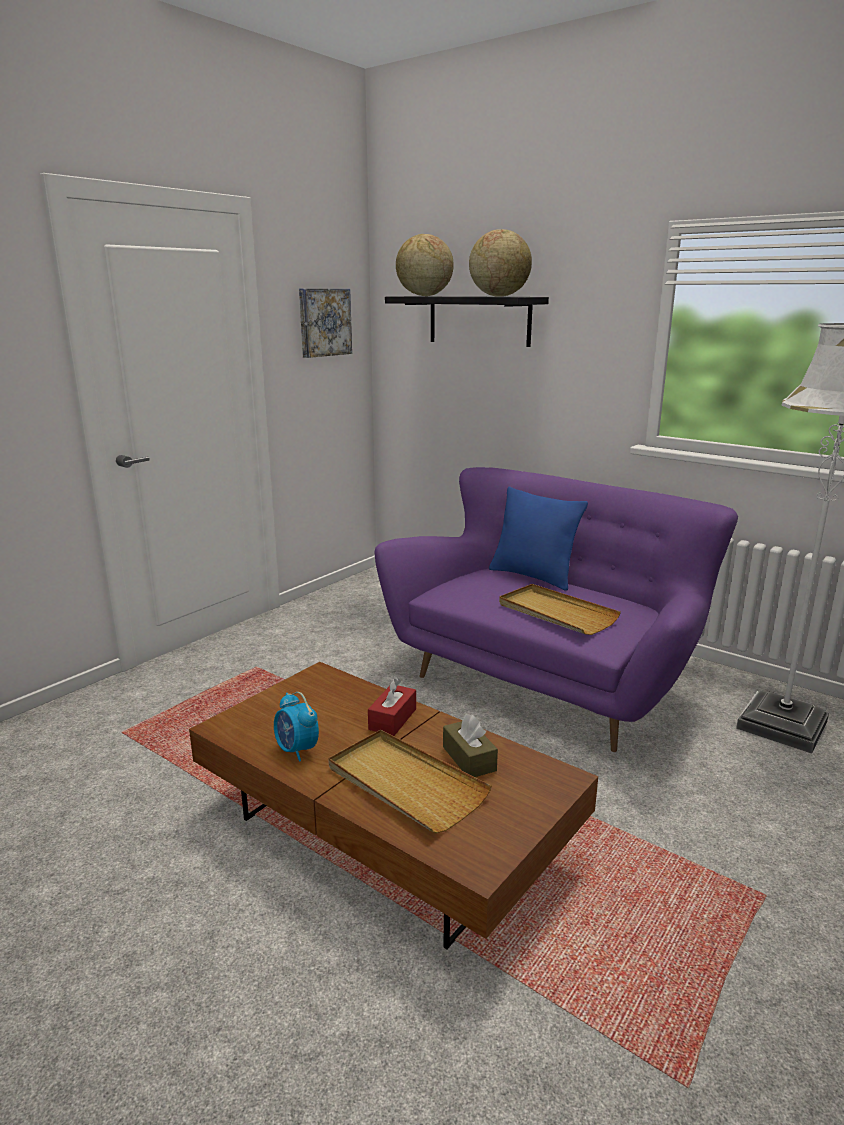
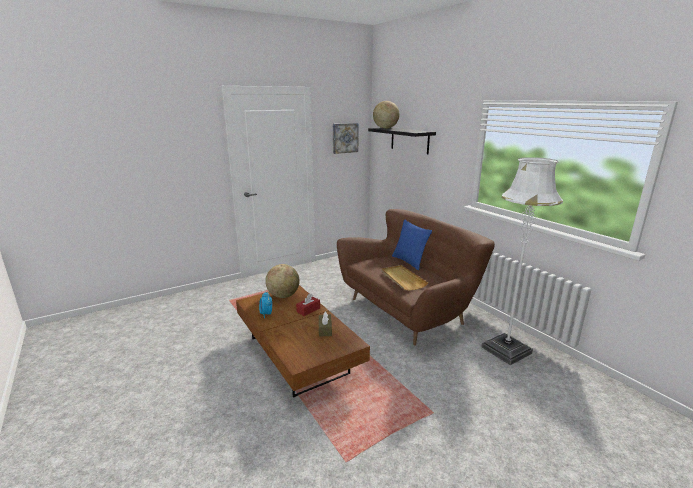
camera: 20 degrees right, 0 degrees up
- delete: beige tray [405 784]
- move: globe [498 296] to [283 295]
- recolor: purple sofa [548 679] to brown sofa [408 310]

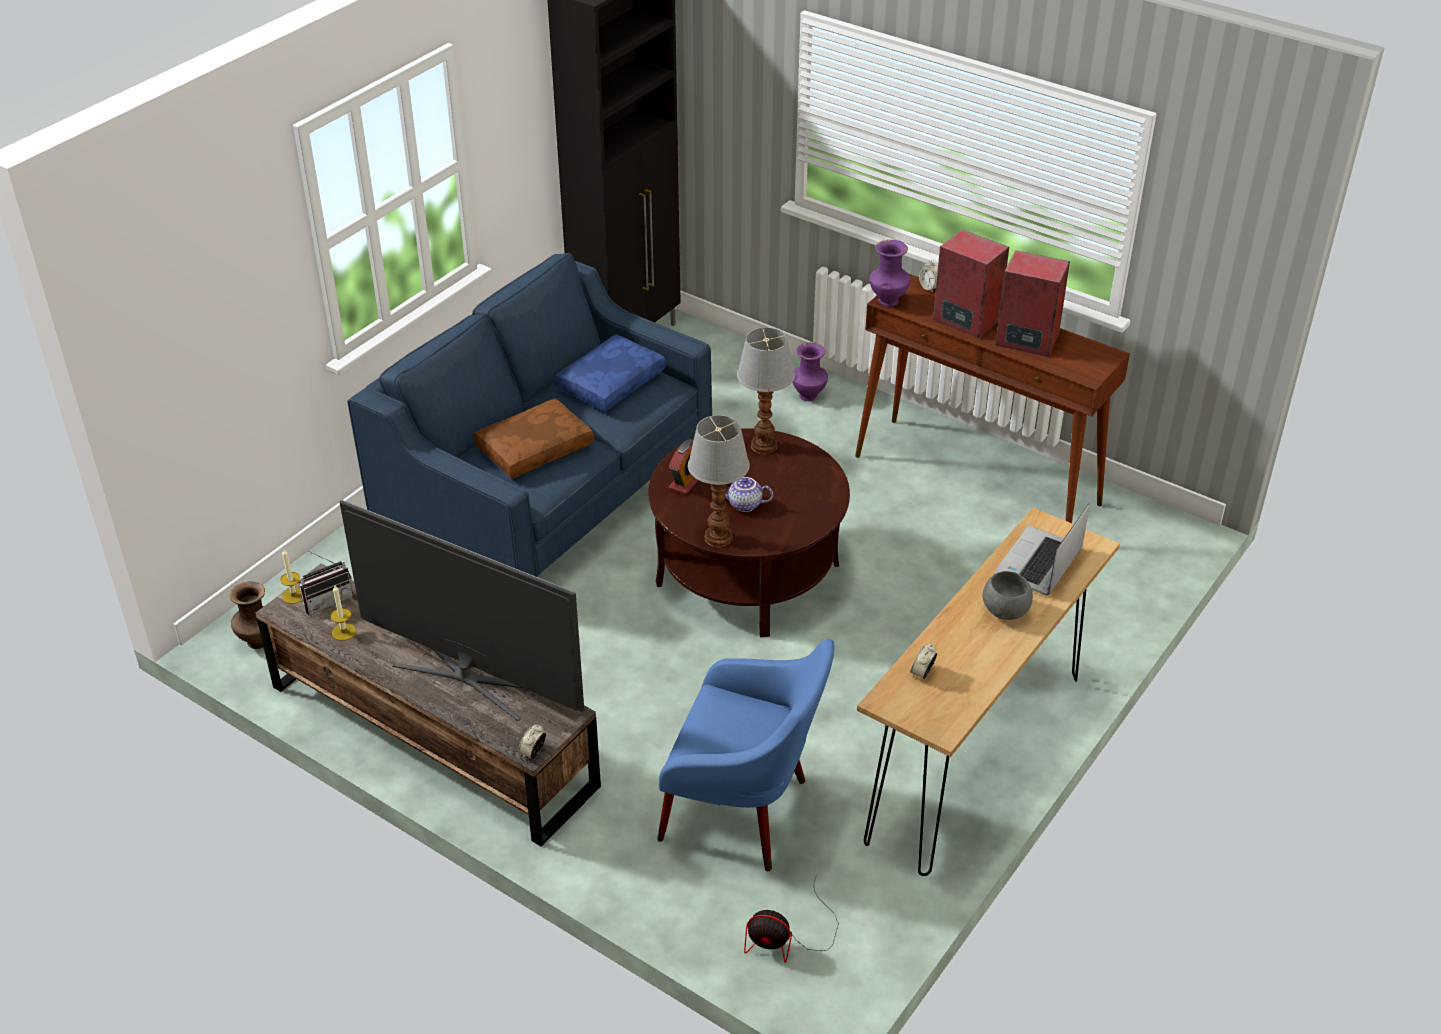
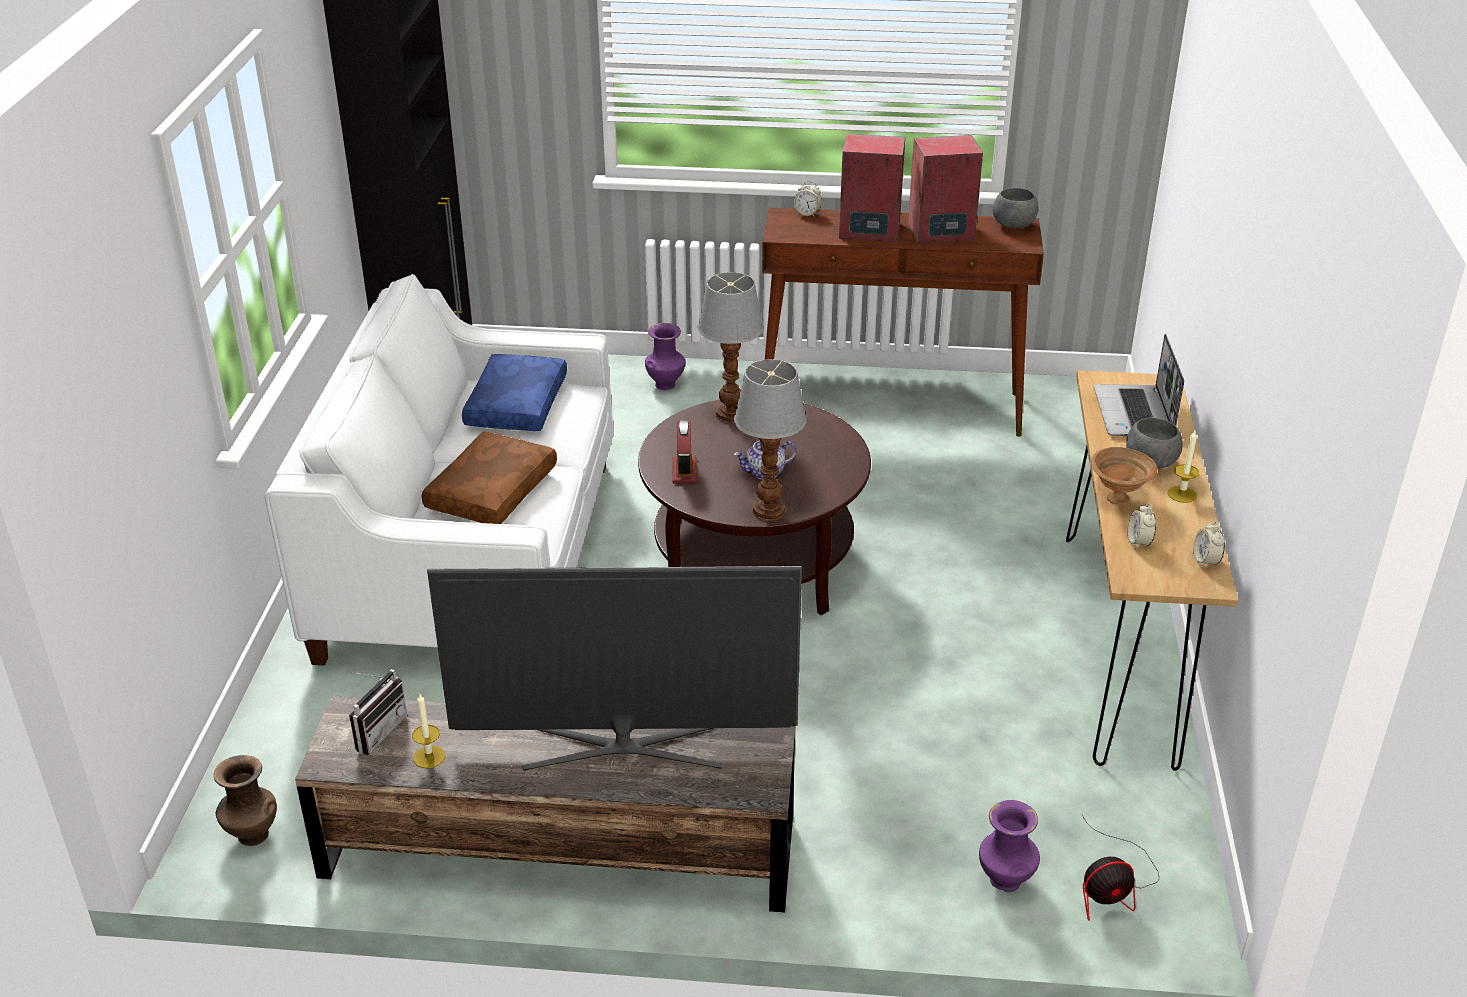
camera: 30 degrees left, 5 degrees down
- delete: blue armchair [744 813]
- insert: grey bowl [1014 226]
- insert: brown bowl [1118 498]
- move: candle [294 595] to [1182 494]
- move: alarm clock [533 753] to [1205 561]
- move: purple vase [888 302] to [1006 882]
- recolor: blue sofa [546 492] to white sofa [471 558]

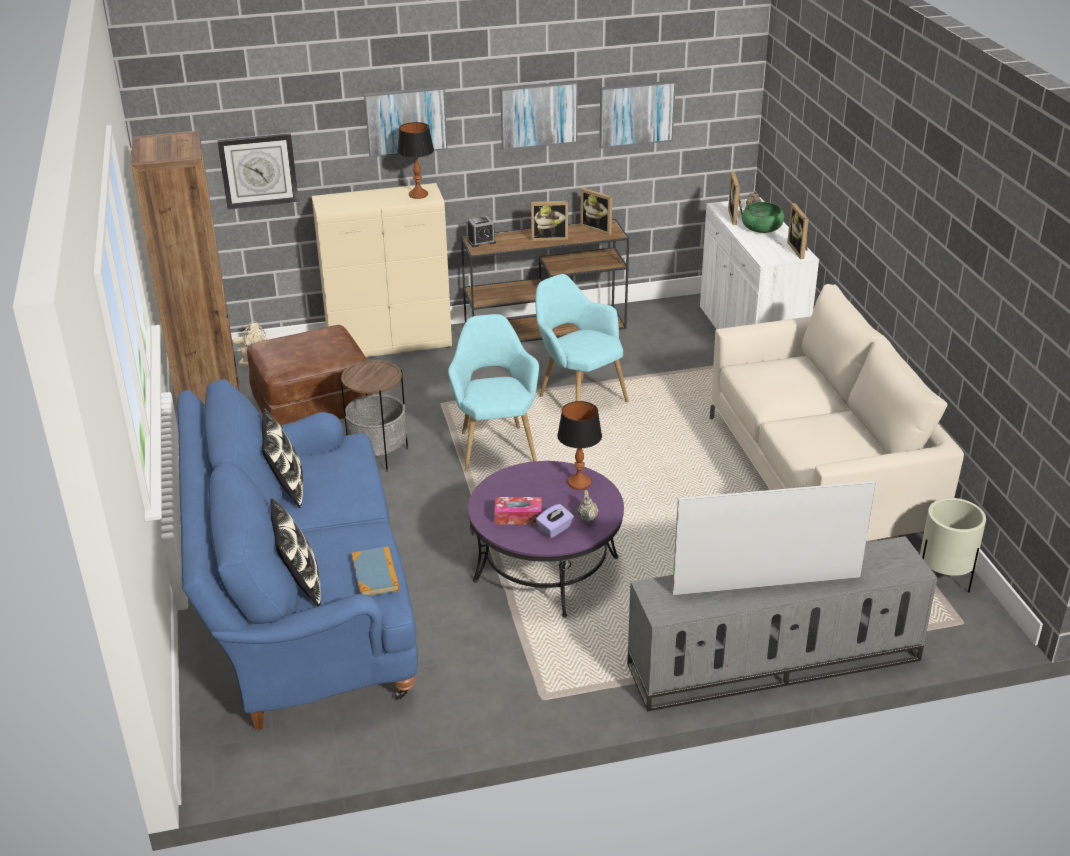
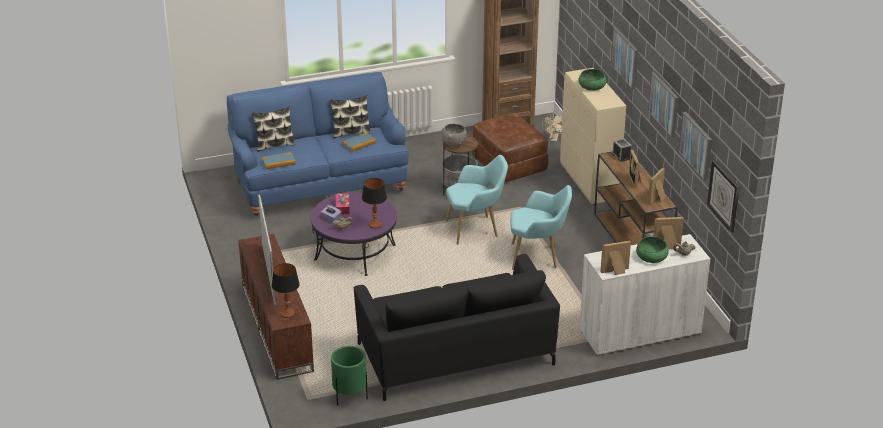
camera: 85 degrees right, 0 degrees up
- insert: book [359 143]
- insert: grey bowl [454 143]
- insert: green bowl [592 86]
- move: wall clock [258 170] to [724 195]
- move: table lamp [418 194] to [287 313]
- recolor: grey tv stand [773 663] to brown tv stand [275 327]
- recolor: beige sofa [819 477] to black sofa [455 354]
- recolor: beige planter [944 579] to green planter [349 397]
- rotate: turquoise armchair [578 397] = [538 257] 45 degrees clockwise

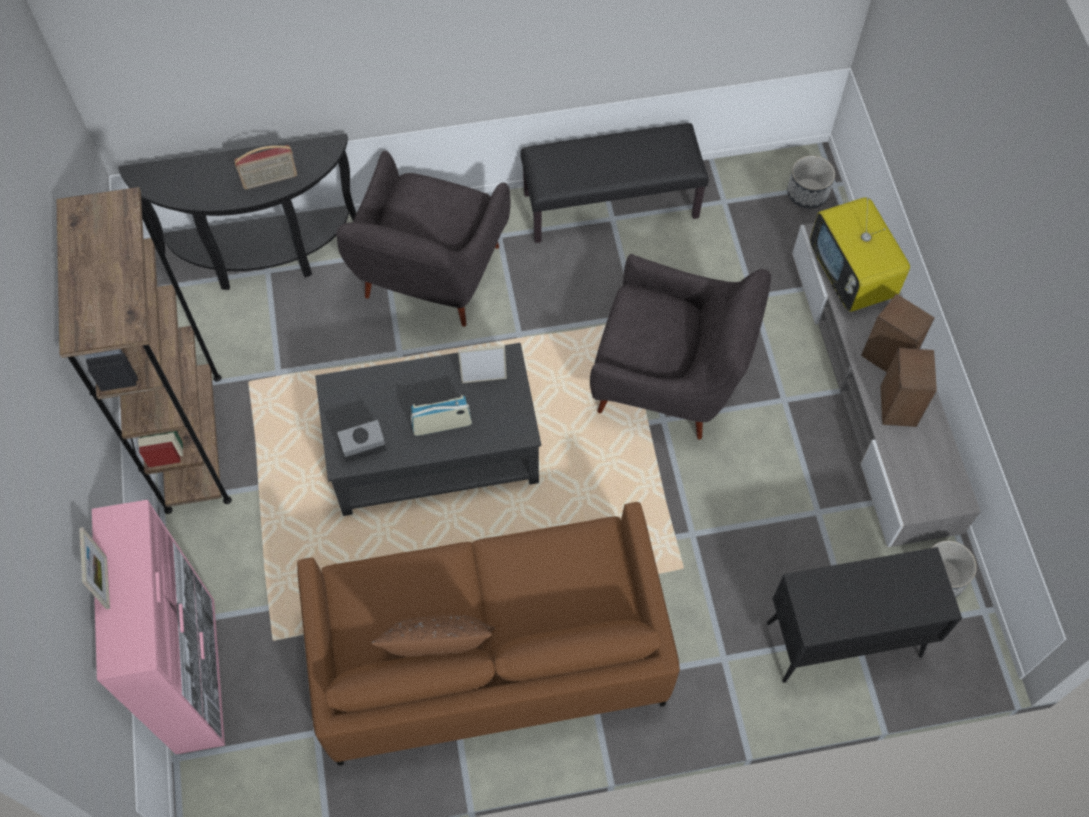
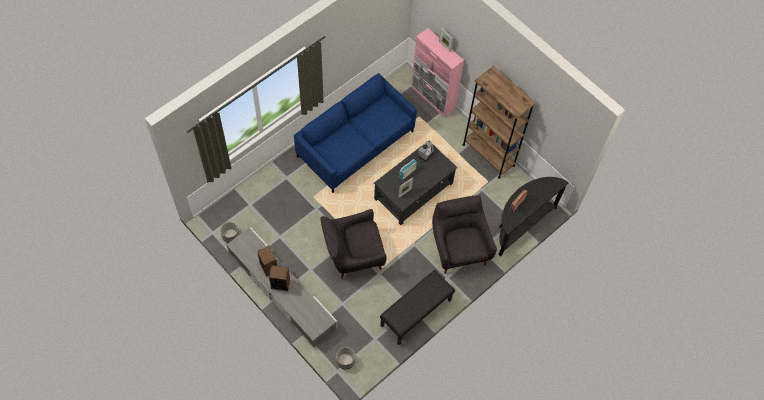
camera: 145 degrees right, 0 degrees up
- delete: brown pillow [439 651]
- delete: black cabinet [842 640]
- delete: television [851 277]
- recolor: brown sofa [489 653] to blue sofa [356 144]

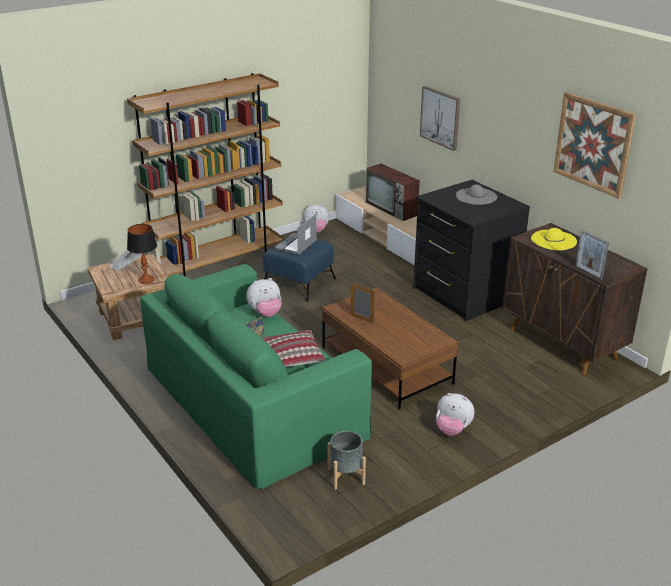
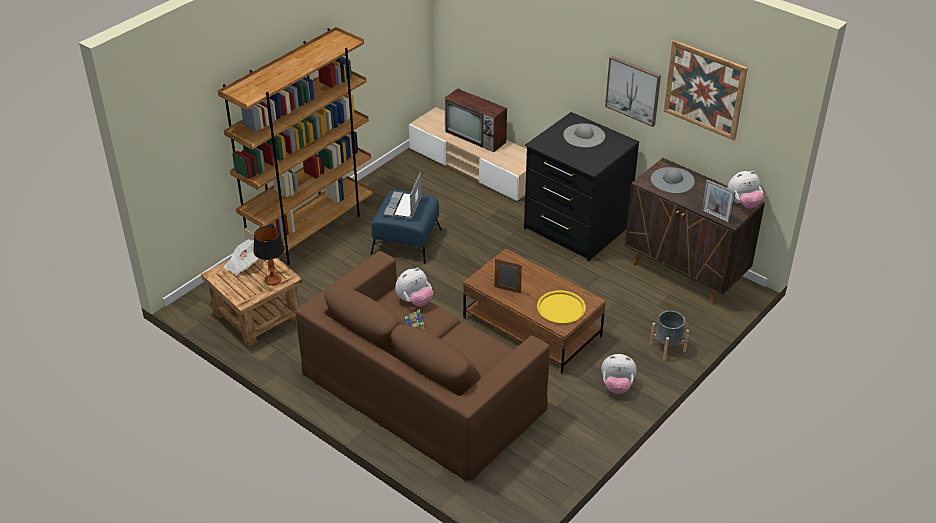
camera: 15 degrees left, 10 degrees up
- delete: pillow [291 357]
- insert: yellow tray [561 308]
- move: plush toy [316 231] to [743 203]
- move: grey planter [346 476] to [667 347]
- move: picture [440 117] to [633 90]
- recolor: green sofa [252 400] to brown sofa [422 390]
- recolor: yellow hat [553 240] to grey hat [672 180]

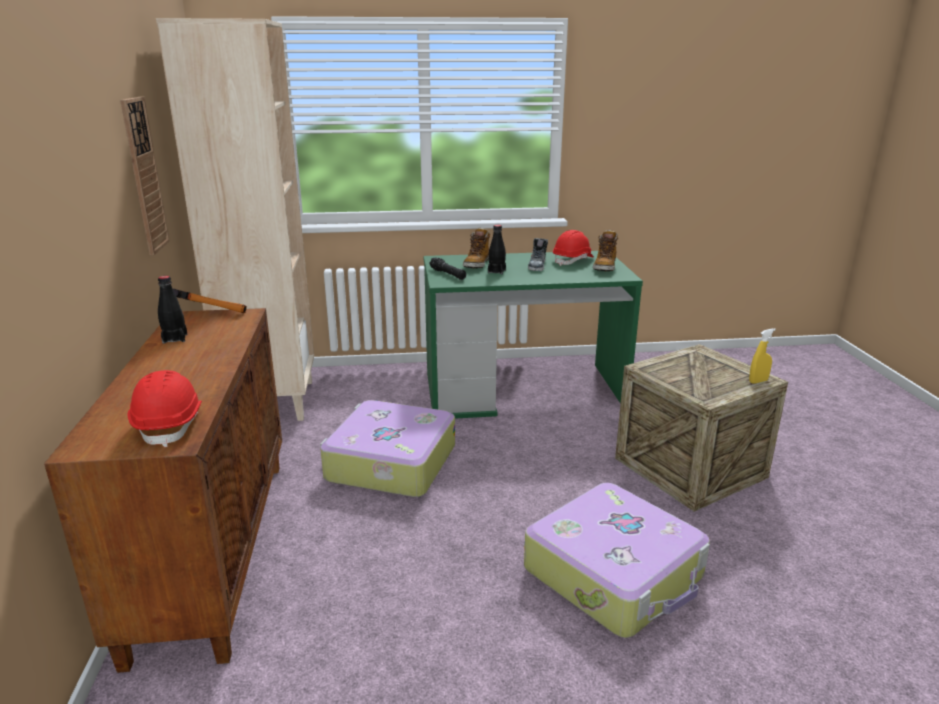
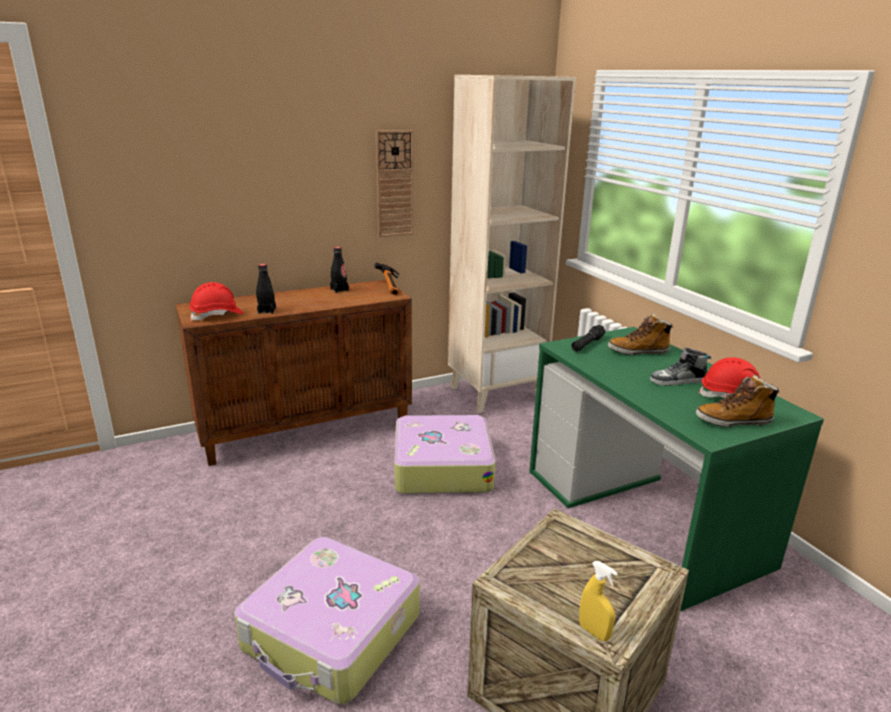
camera: 70 degrees right, 0 degrees up
- move: black bottle [496 271] to [267 311]

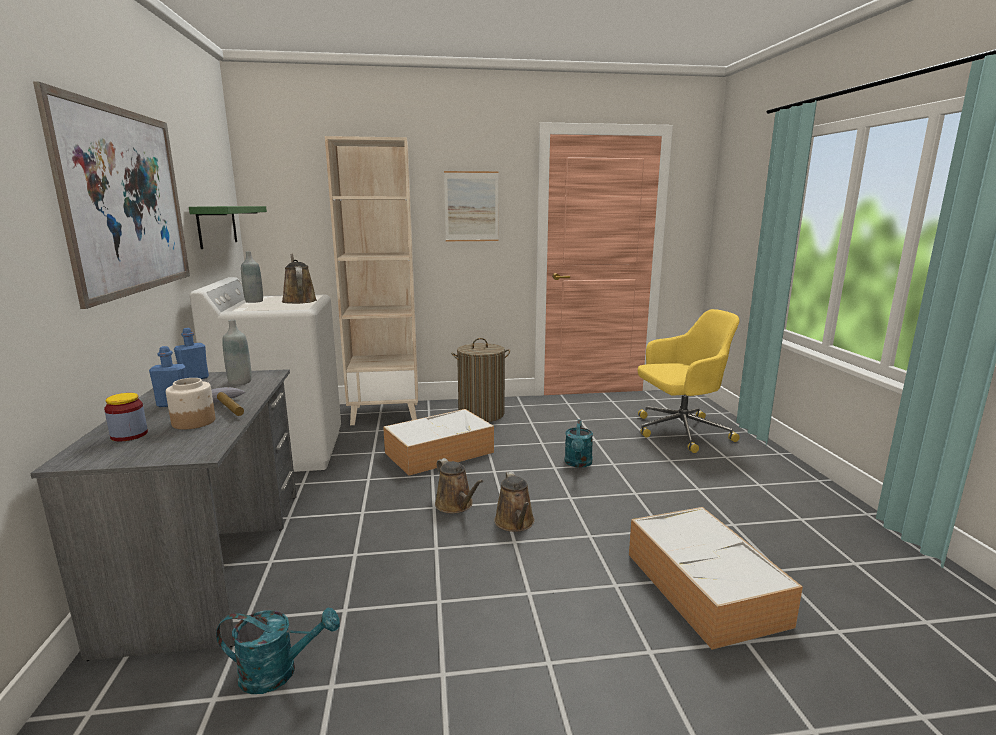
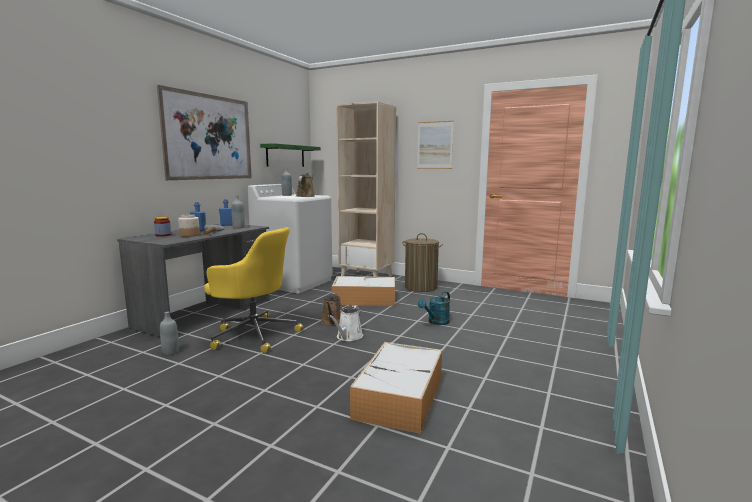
camera: 35 degrees right, 5 degrees down
- move: yellow office chair [680 432] to [254 334]
- replace: turquoise watering can [278 672] to grey bottle [170 352]
- recolor: brown watering can [515 523] to white watering can [348 337]

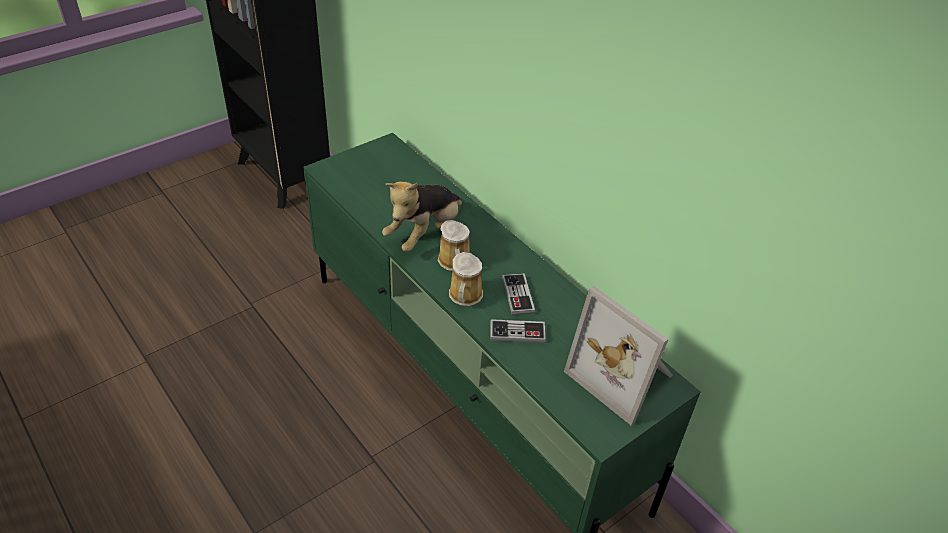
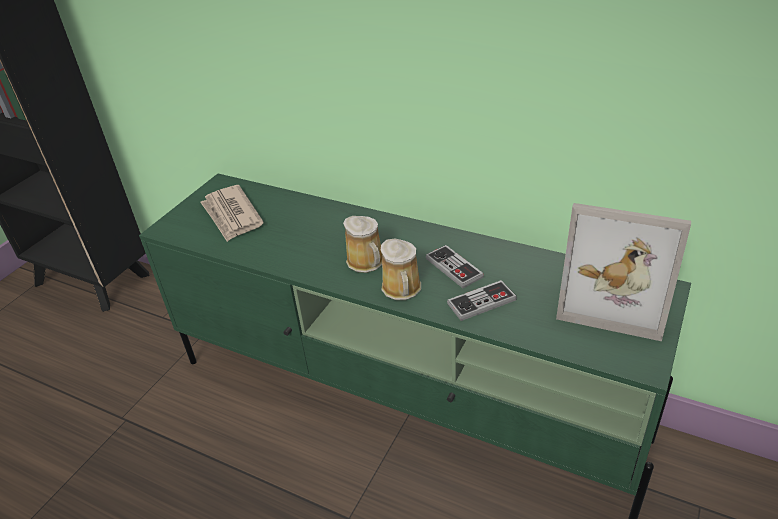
camera: 20 degrees left, 5 degrees down
- delete: plush toy [424 233]
- insert: newspaper [232 215]

